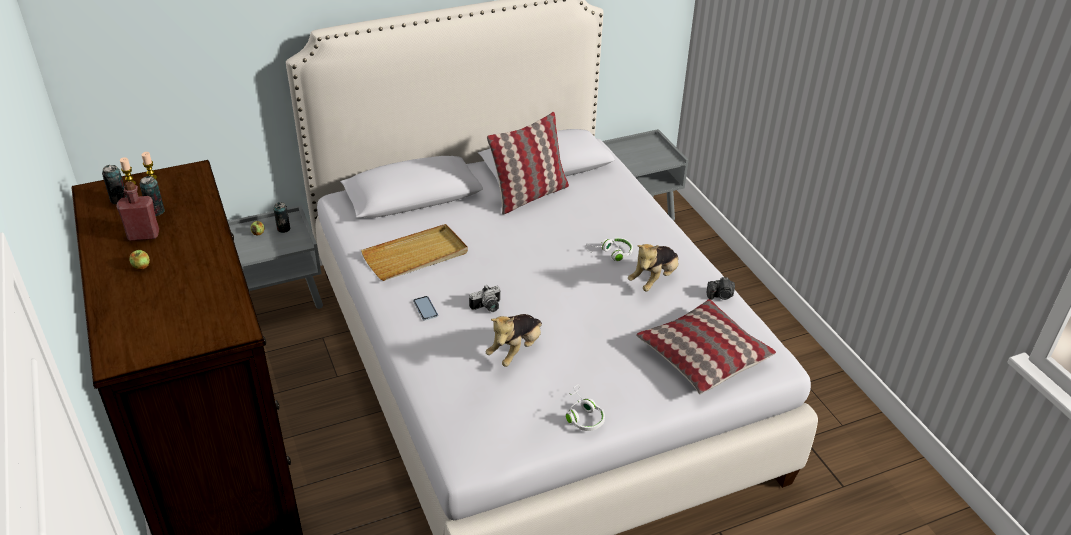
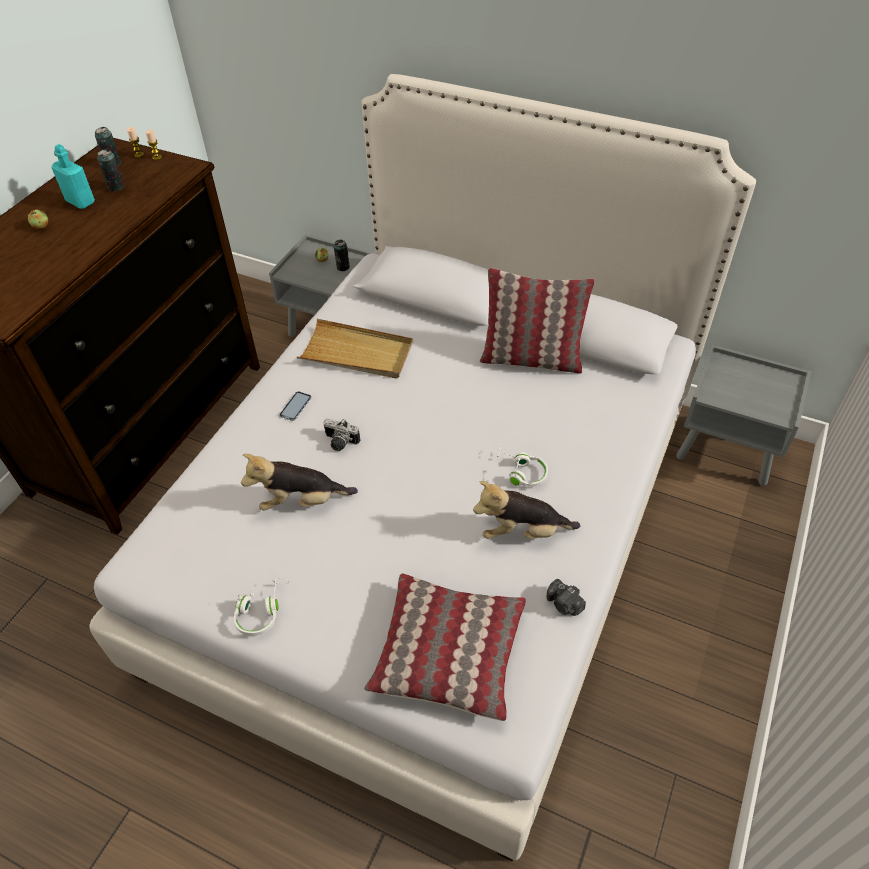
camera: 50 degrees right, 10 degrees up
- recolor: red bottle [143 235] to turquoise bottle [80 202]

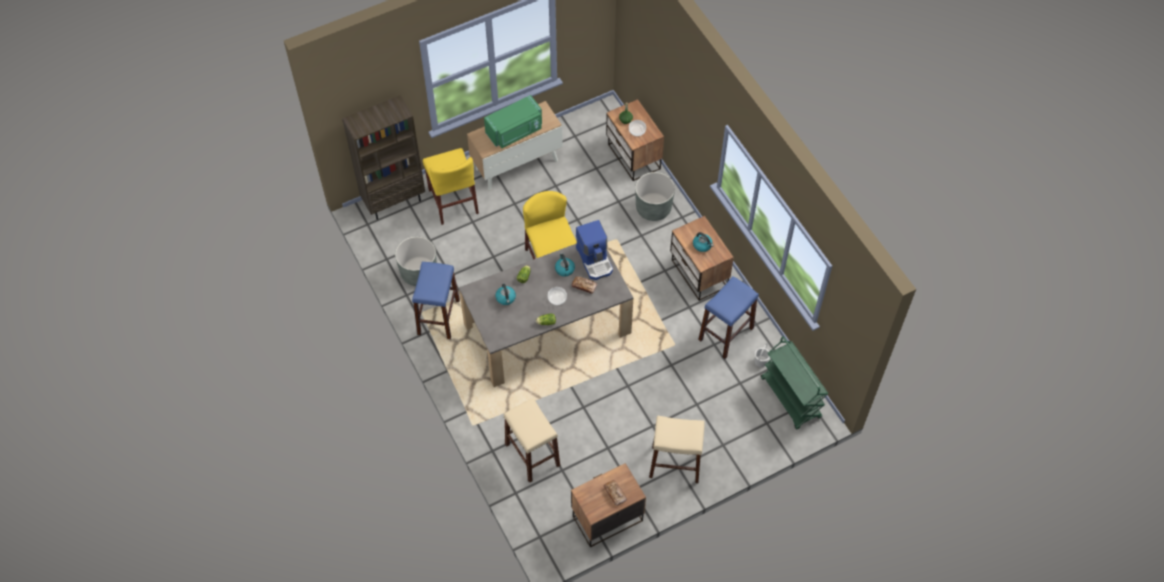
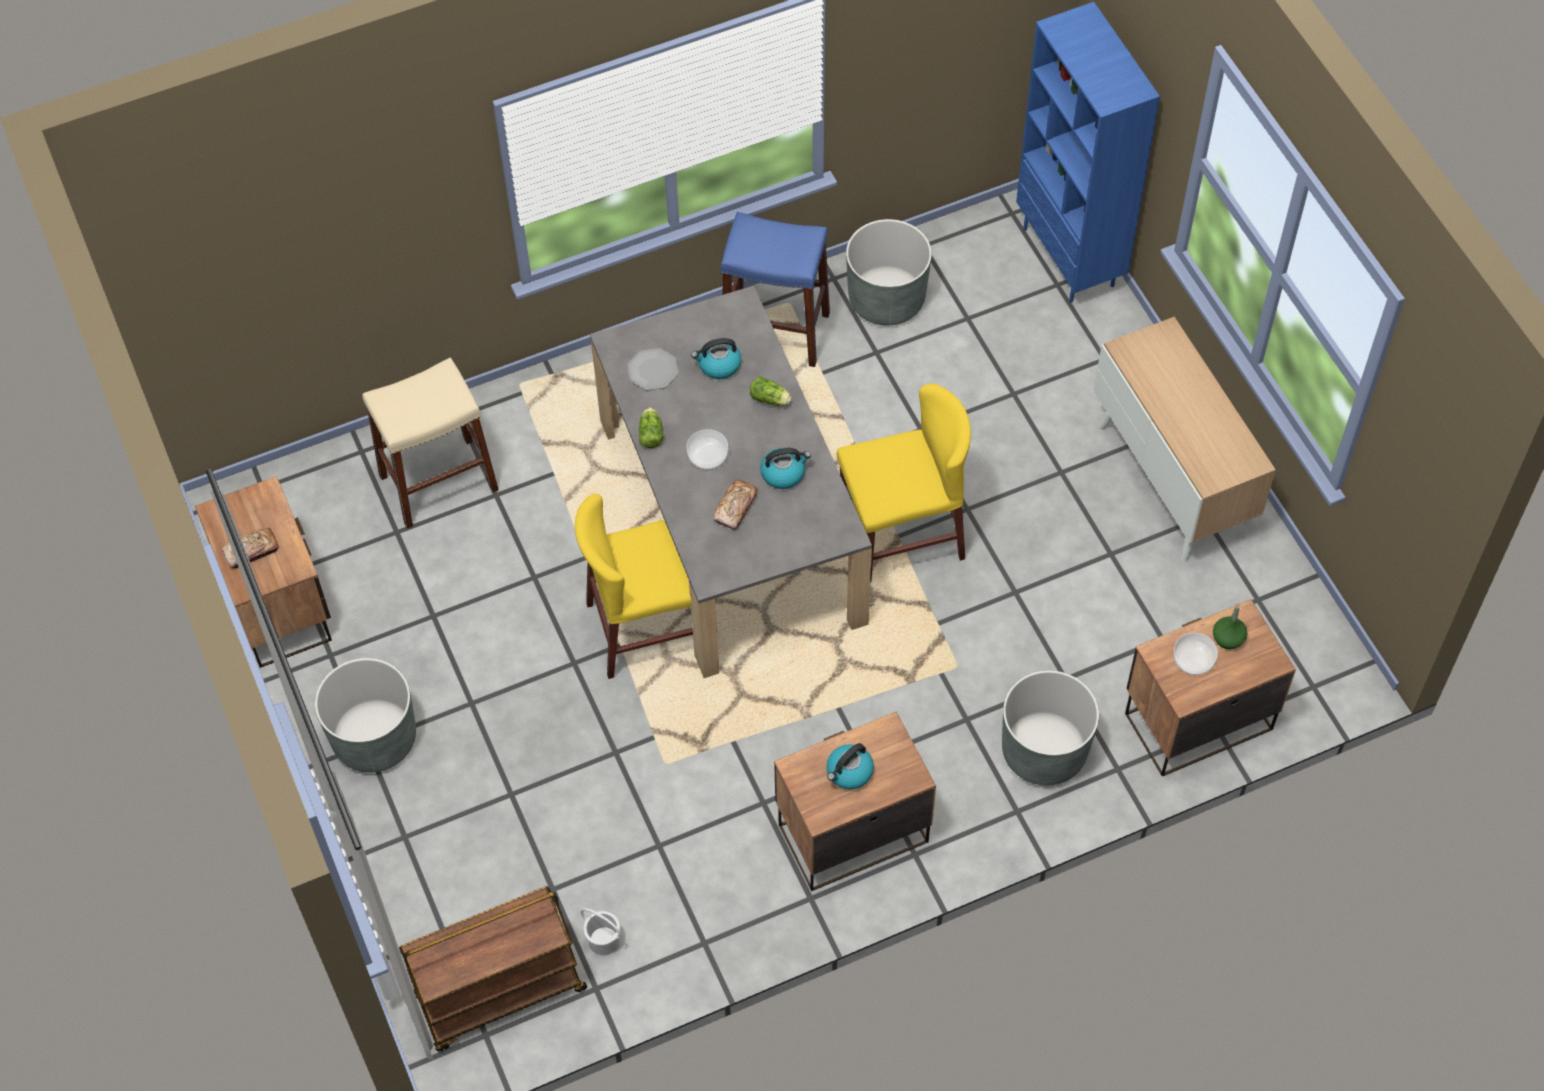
camera: 95 degrees right, 0 degrees up
- delete: green microwave [515 131]
- delete: coffee machine [595 260]
- delete: blue stool [725 334]
- insert: plate [652 370]
- move: yellow chair [453 201] to [648 627]
- replace: beige stool [675 464] to grey planter [374 738]
- recolor: brown bookcase [394 201] to blue bookcase [1070 257]
- recolor: green cart [791 398] to brown cart [499 994]

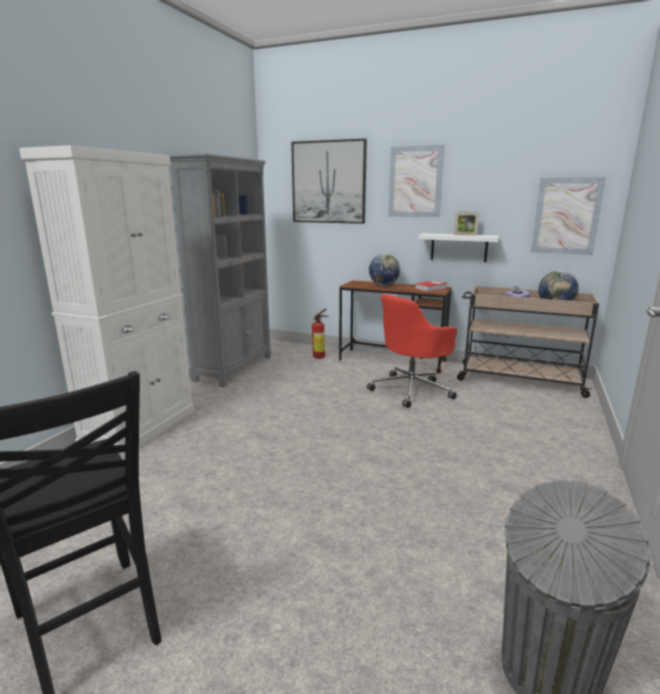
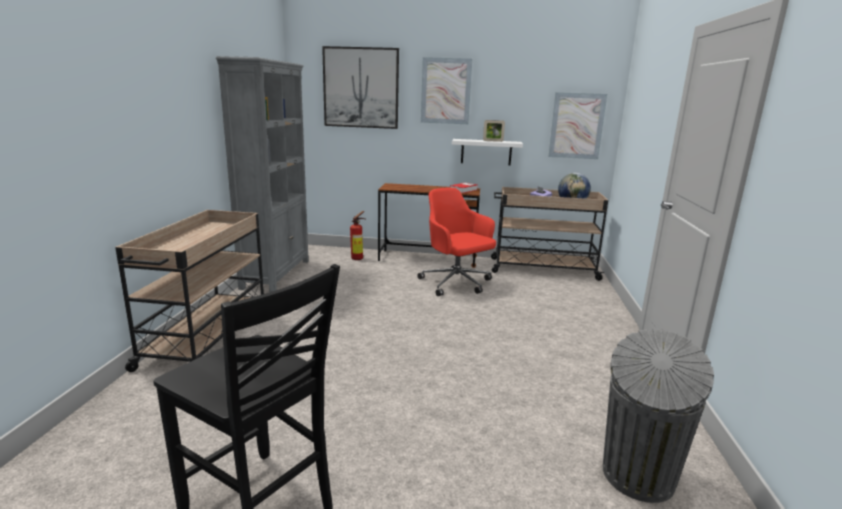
camera: 15 degrees left, 0 degrees up
- delete: globe [384 285]
- replace: white cabinet [140 428] to beige cart [207 337]
- rotate: red office chair [412 390] = [456 283] 105 degrees clockwise

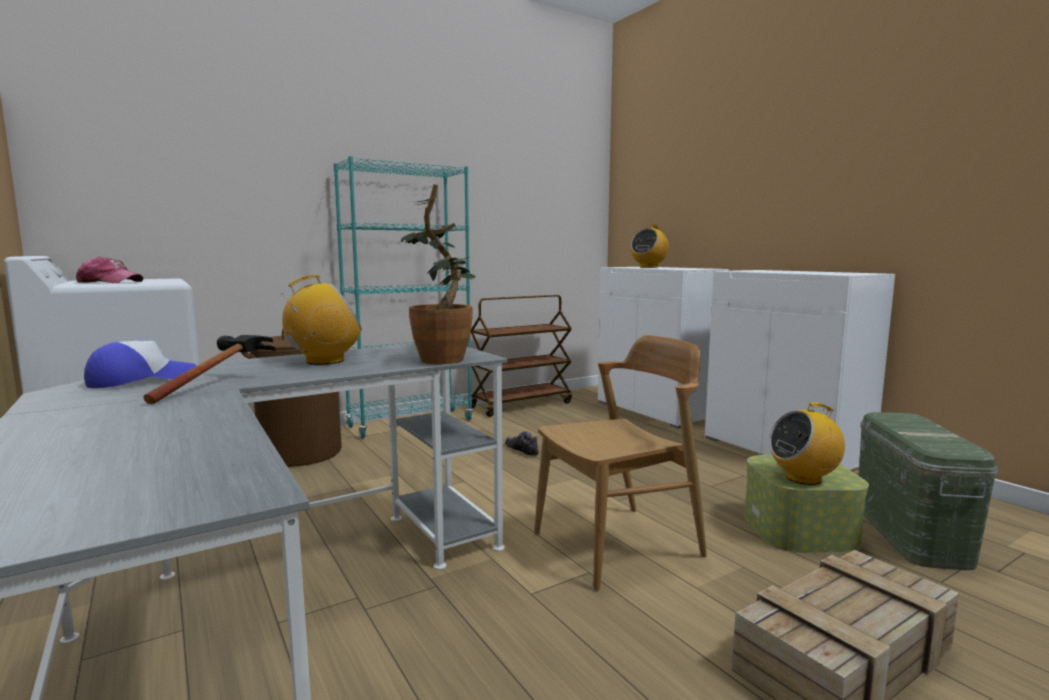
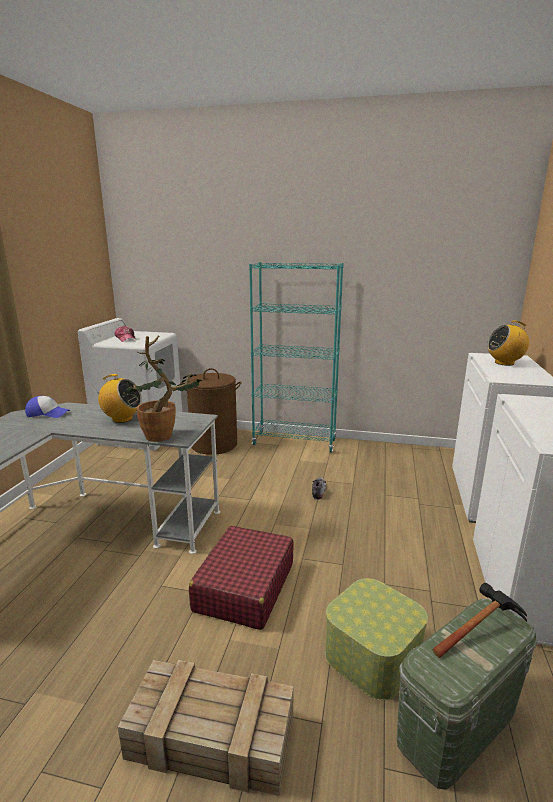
camera: 45 degrees right, 10 degrees up
- delete: brown cart [521 405]
- delete: radio [803 478]
- move: hammer [220 384] to [478 631]
- replace: brown chair [618 545] to red suitcase [244 587]

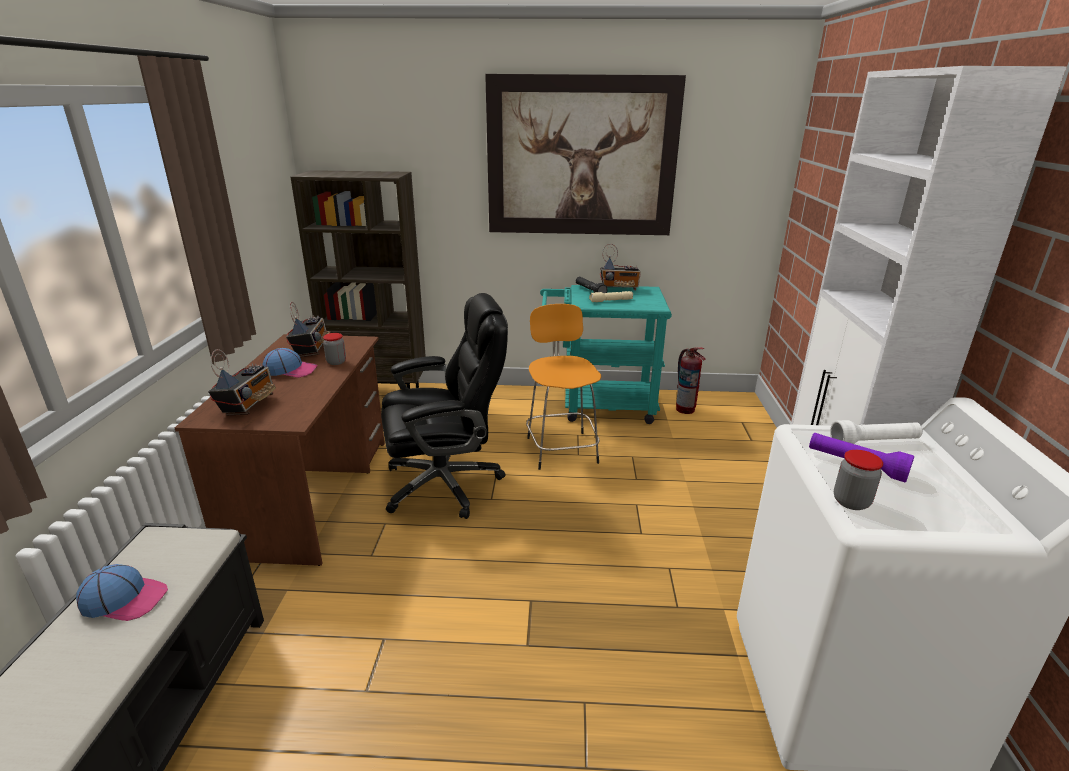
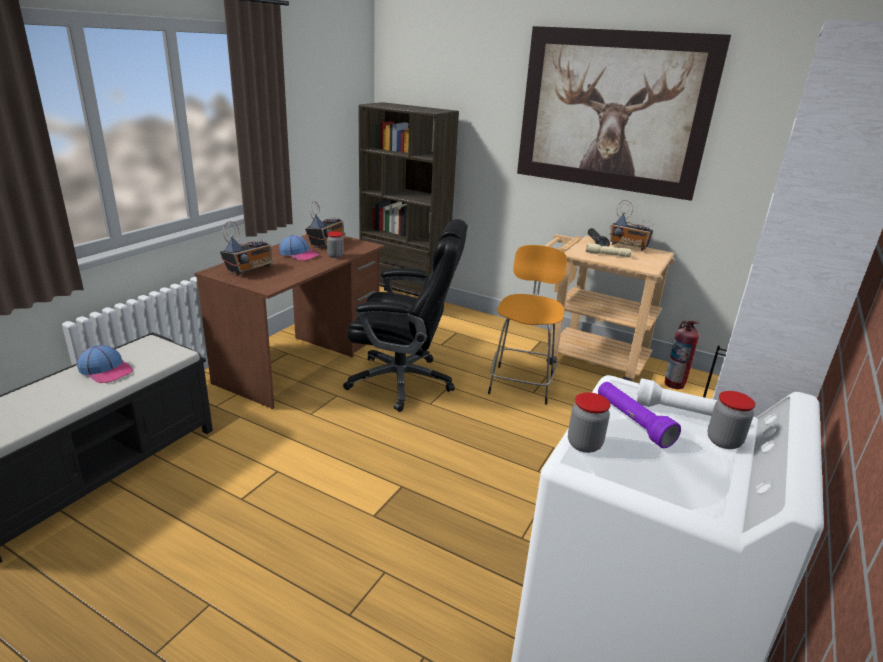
camera: 25 degrees right, 0 degrees up
- insert: jar [724 441]
- recolor: turquoise cart [598 405] to beige cart [587 358]

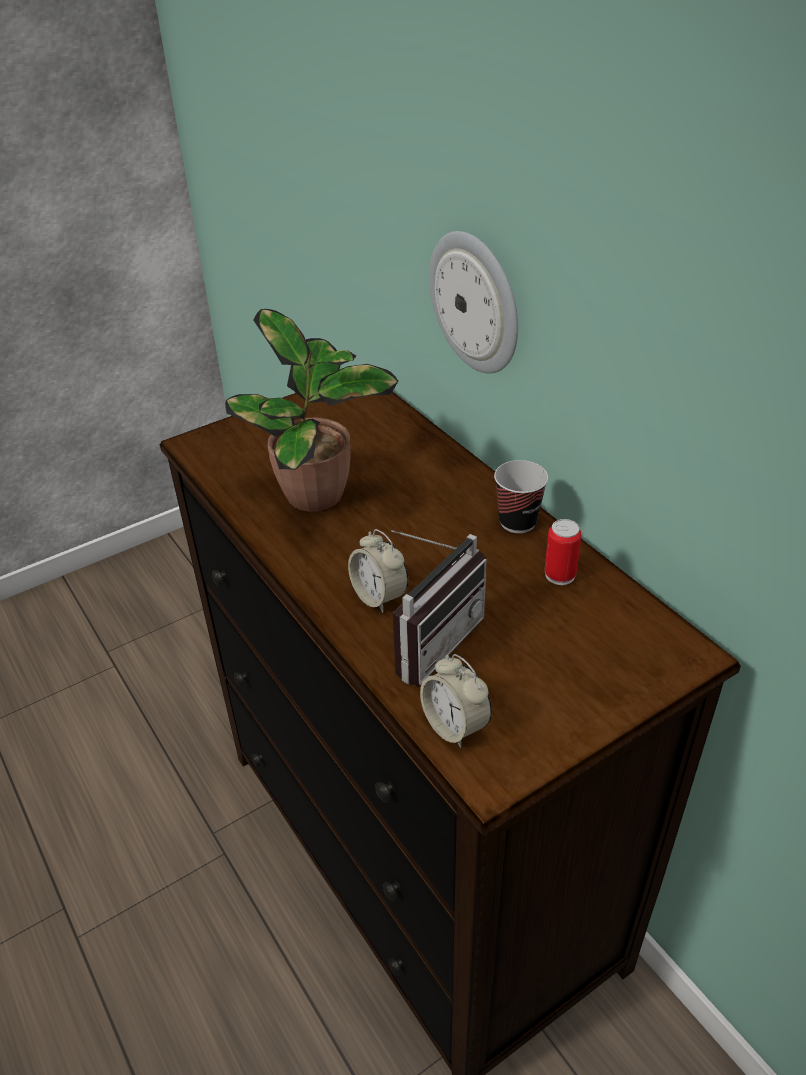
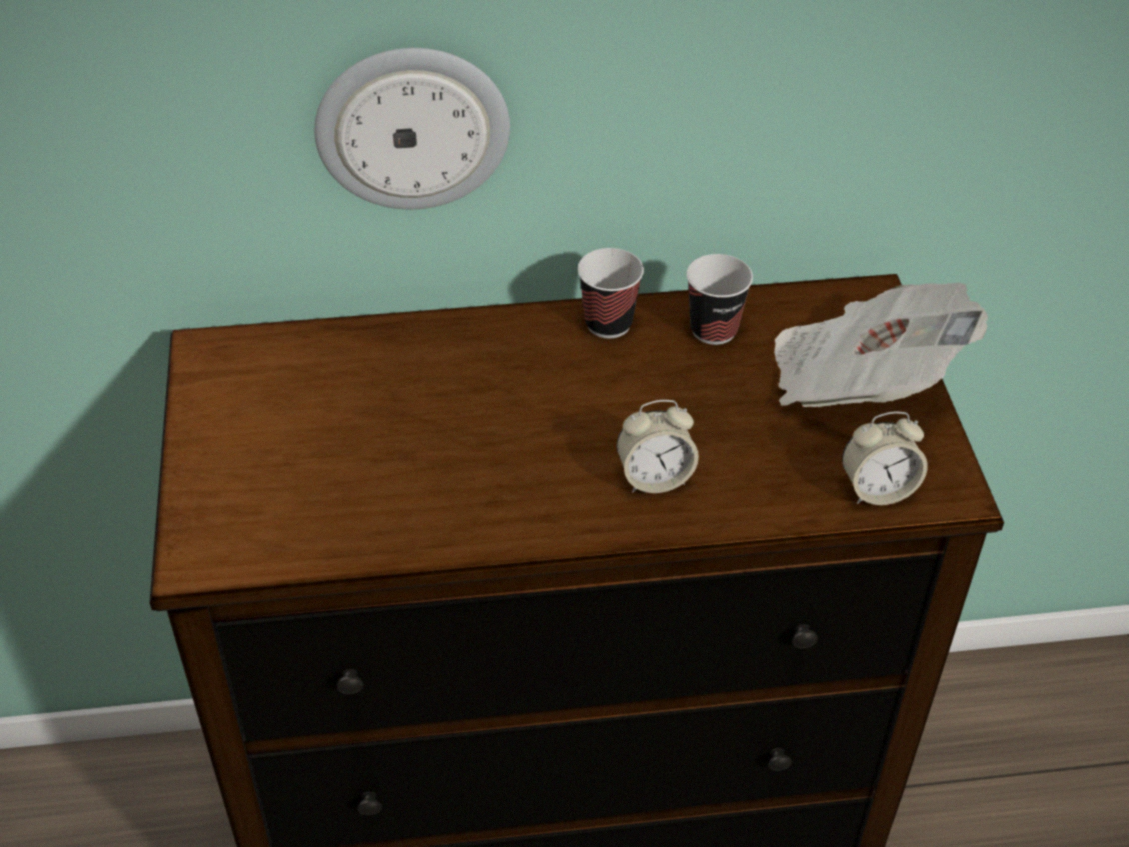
camera: 65 degrees left, 5 degrees up
- delete: potted plant [318 495]
- delete: radio [429 640]
- insert: newspaper [861 382]
- replace: can [560 575] to cup [713 330]

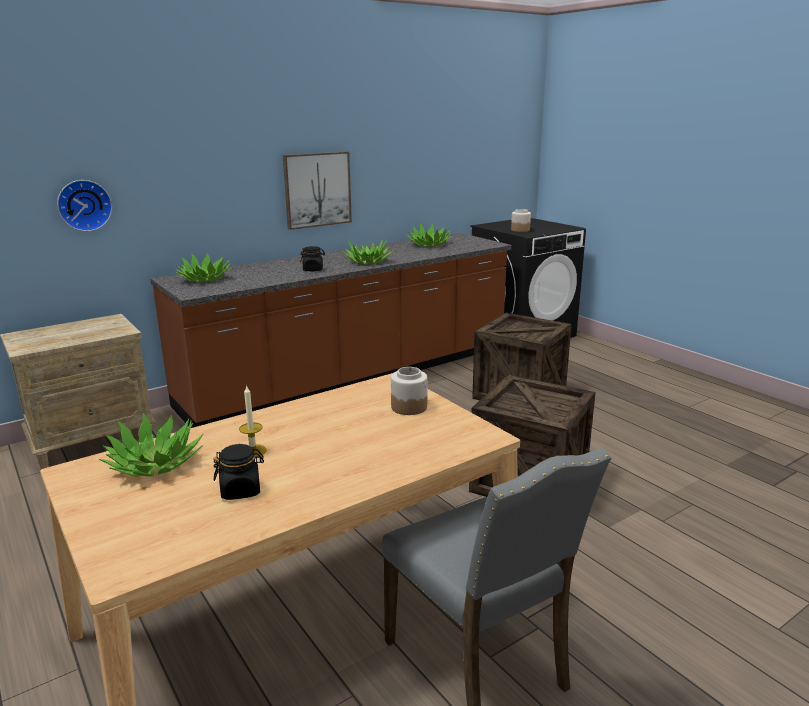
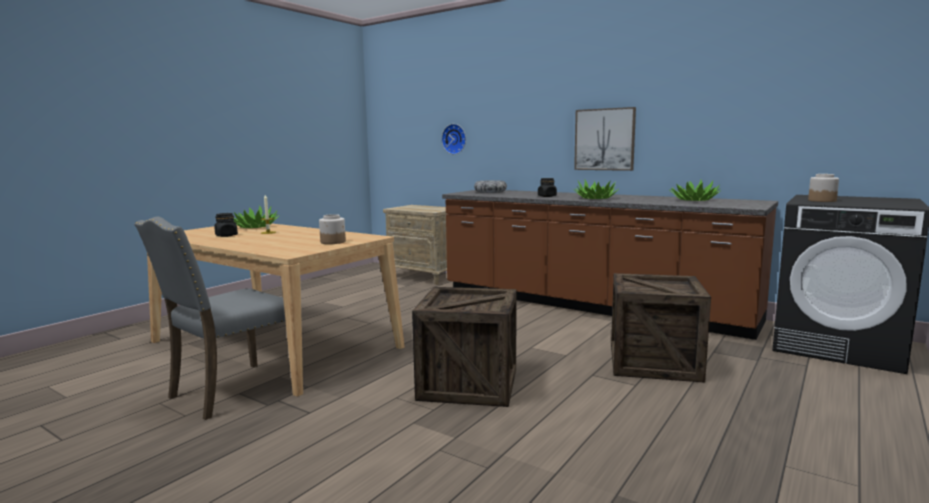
camera: 70 degrees right, 10 degrees down
- replace: potted plant [204 279] to bowl [490 191]

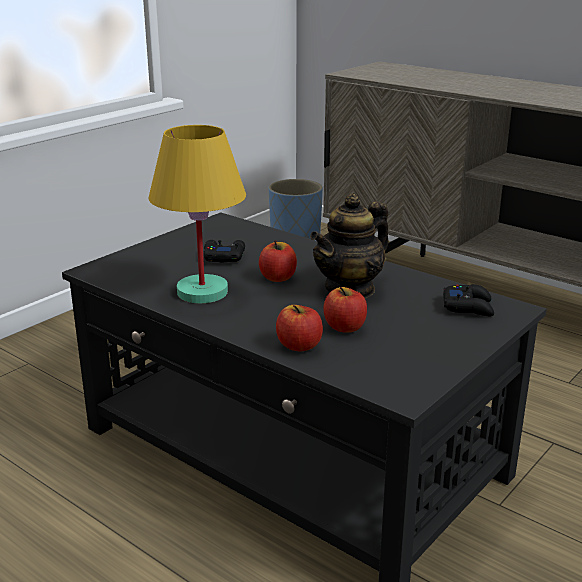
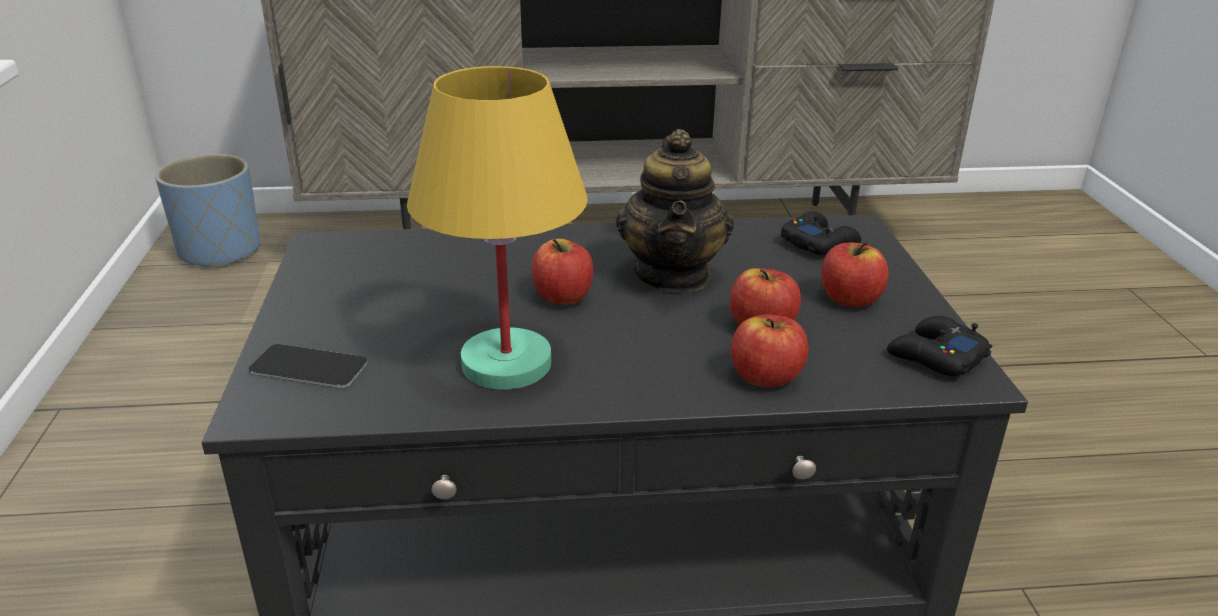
camera: 45 degrees left, 5 degrees up
- insert: phone [309 367]
- insert: apple [850 299]
- move: black game controller [224 256] to [935 356]

